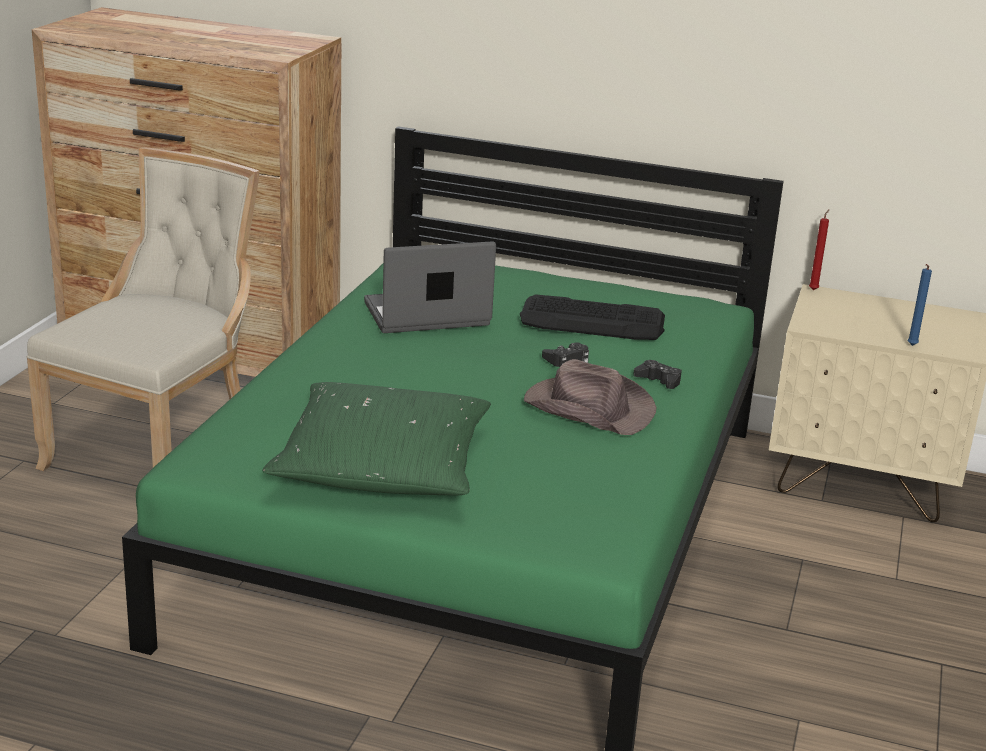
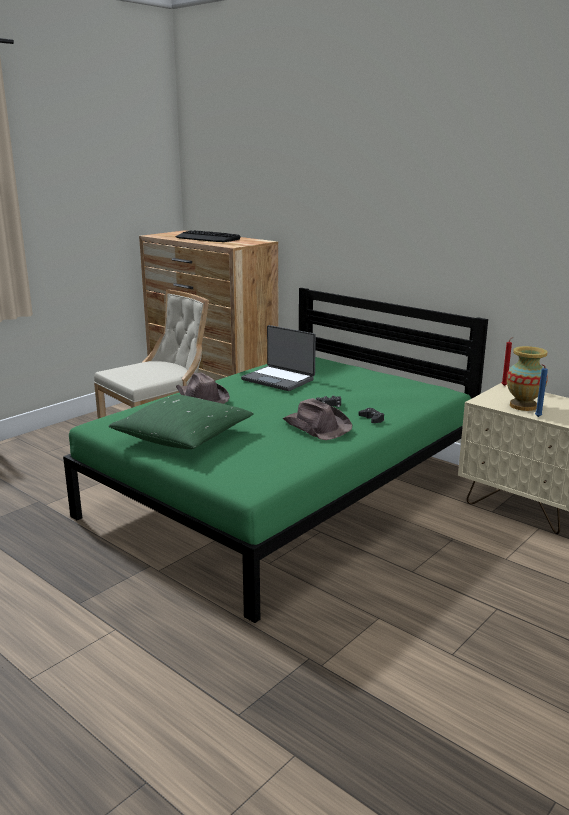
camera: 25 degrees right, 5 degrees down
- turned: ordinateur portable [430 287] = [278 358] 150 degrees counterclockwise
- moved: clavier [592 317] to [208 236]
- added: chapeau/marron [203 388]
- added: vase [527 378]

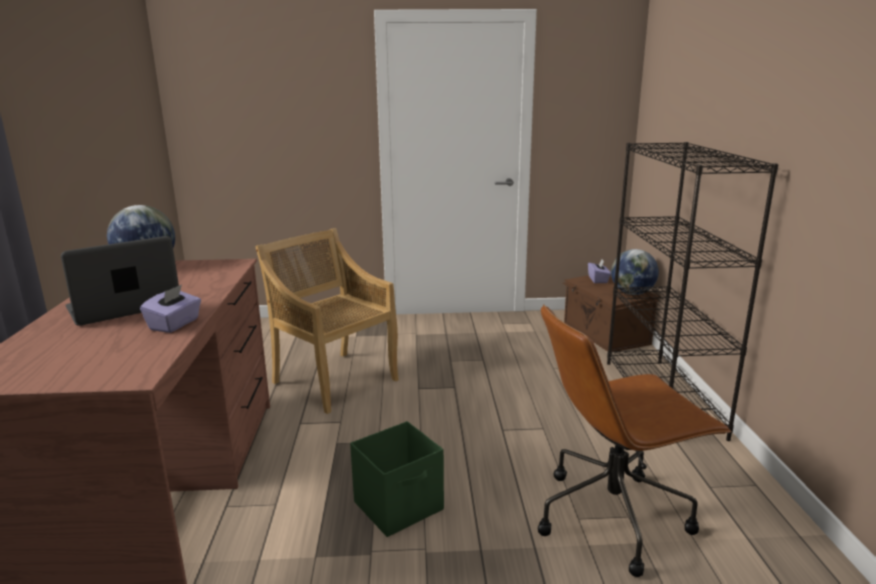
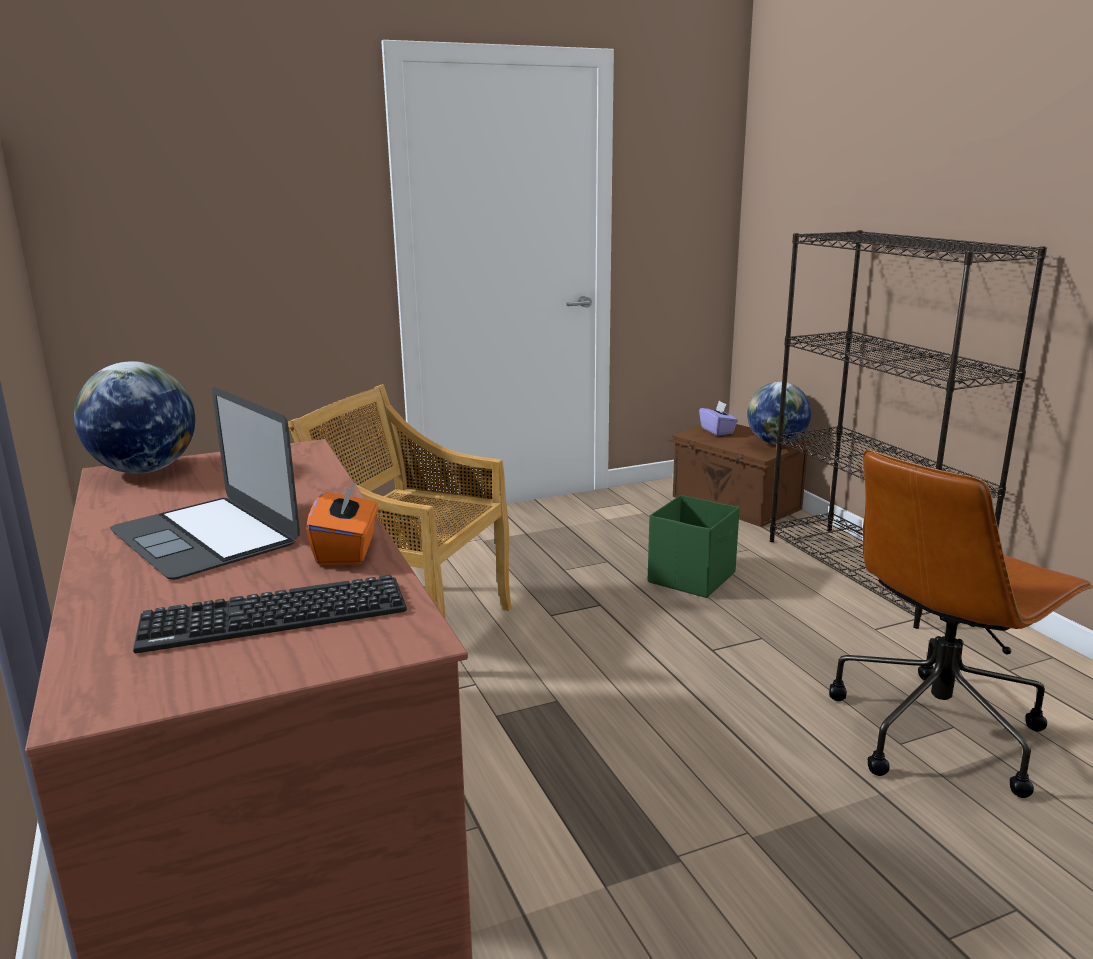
camera: 20 degrees left, 0 degrees up
- turned: ordinateur portable [120 281] = [205 483] 75 degrees counterclockwise
- recoloured: boîte à mouchoirs/violet [170 309] to boîte à mouchoirs/orange [342 523]
- moved: boîte de rangement/vert [397 479] to [694 546]
- added: clavier [270 614]

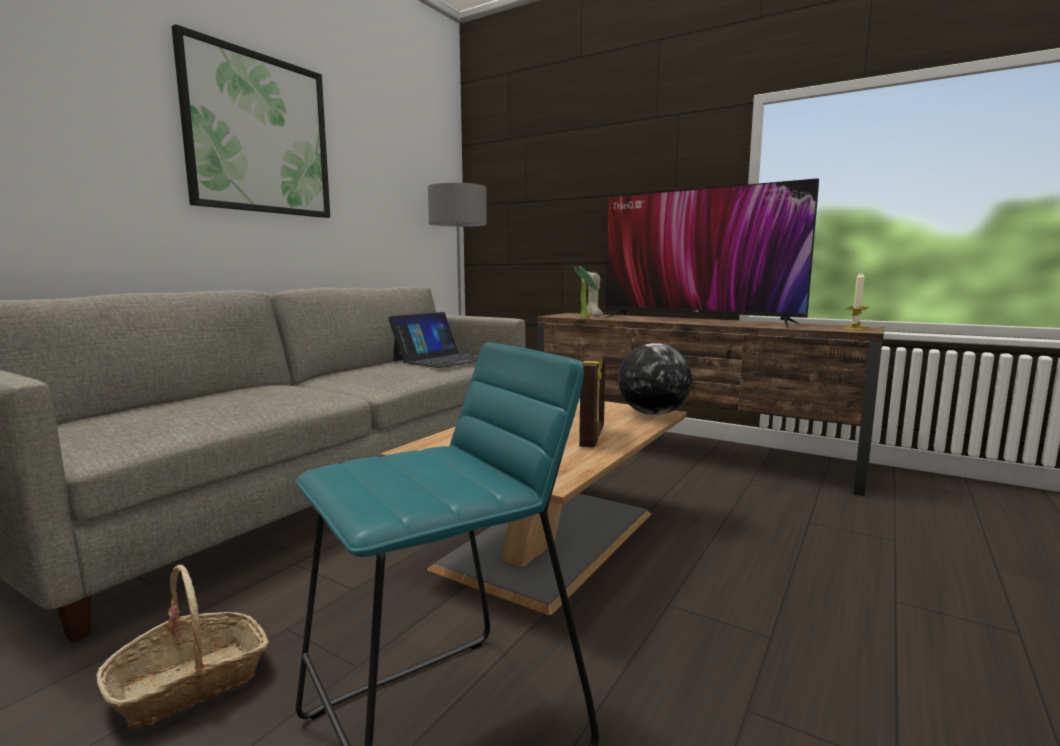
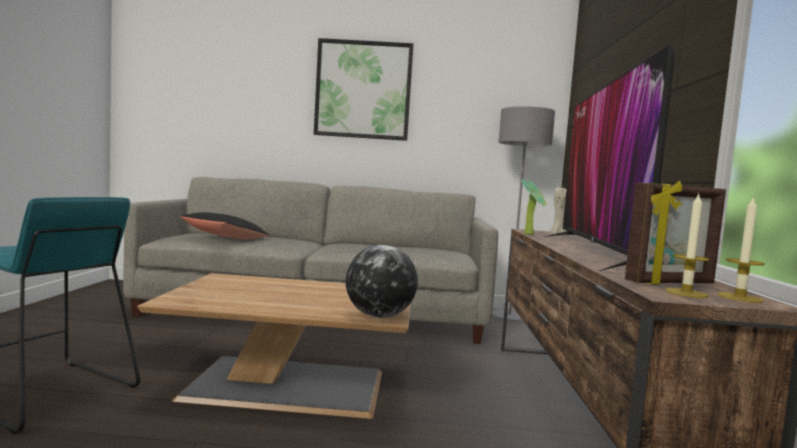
camera: 60 degrees right, 5 degrees down
- removed: panier [182 647]
- removed: ordinateur portable [433 340]
- moved: cadre photo [592 400] to [675 232]
- added: coussin/noir [225 225]

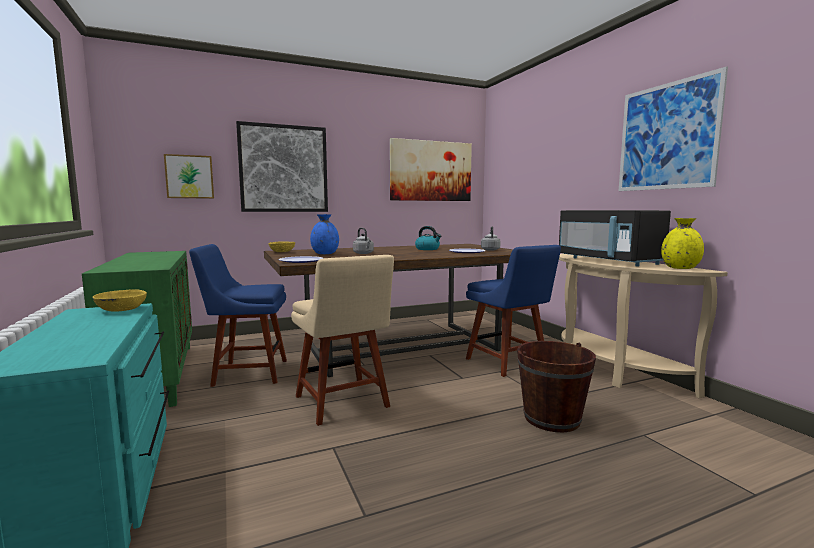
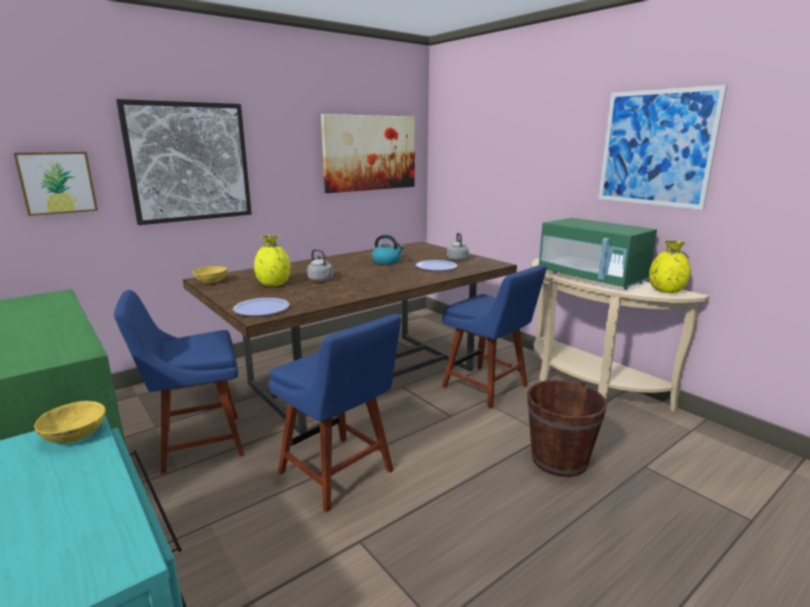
camera: 15 degrees left, 10 degrees up
- recoloured: chaise/beige [342 340] to chaise/bleu [334 413]
- recoloured: vase/bleu [324 234] to vase/jaune [272 260]
- recoloured: micro-ondes/noir [615 238] to micro-ondes/vert [598 254]

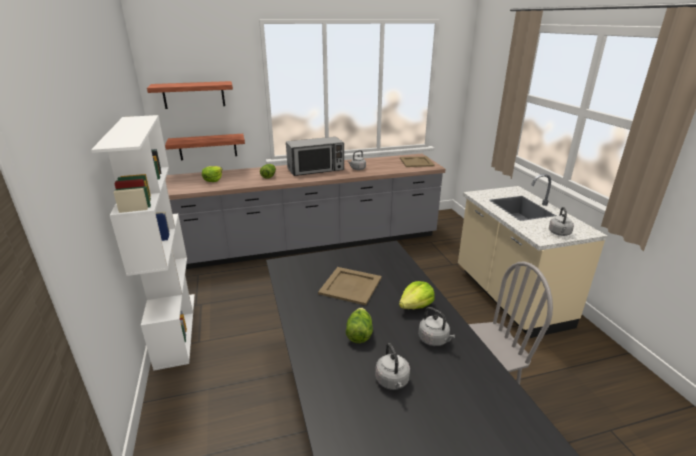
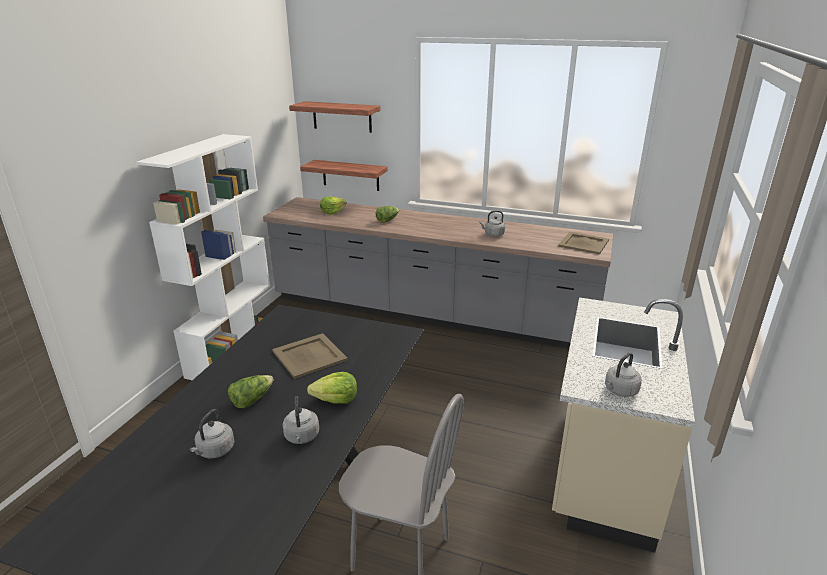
camera: 35 degrees right, 0 degrees up
- removed: micro-ondes [315 156]

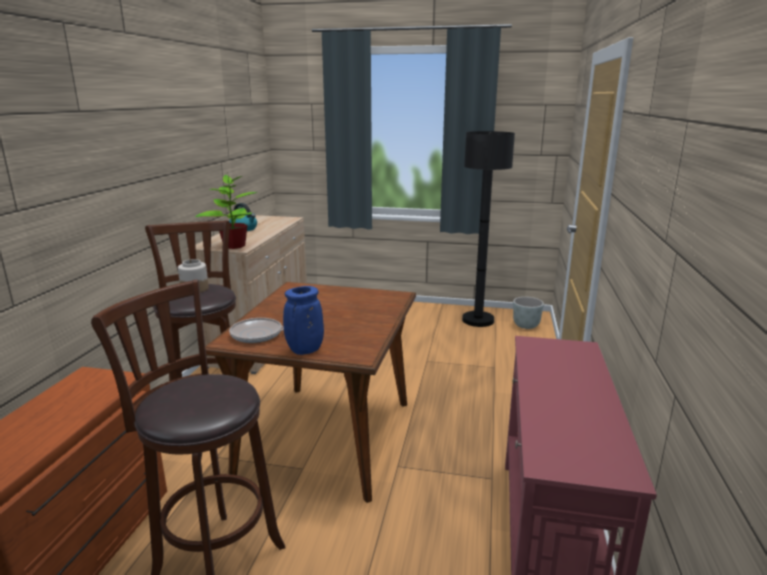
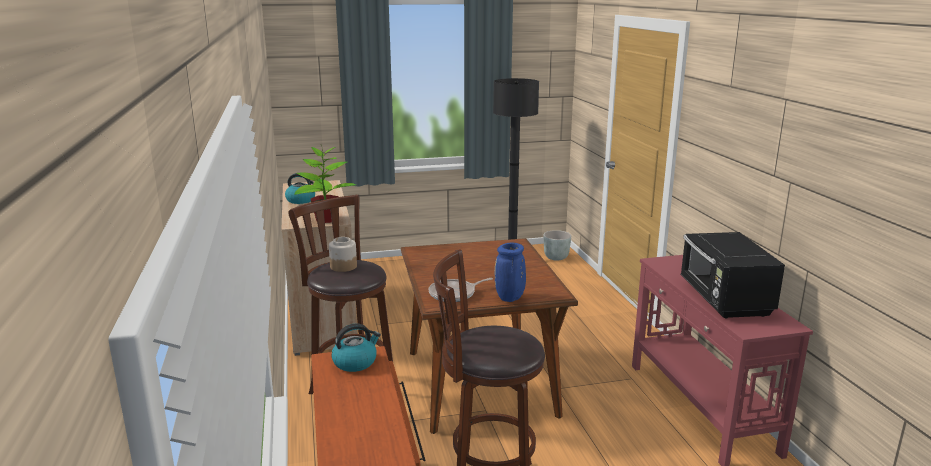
camera: 25 degrees left, 0 degrees up
- added: bouilloire [356 347]
- added: micro-ondes/noir [733 275]

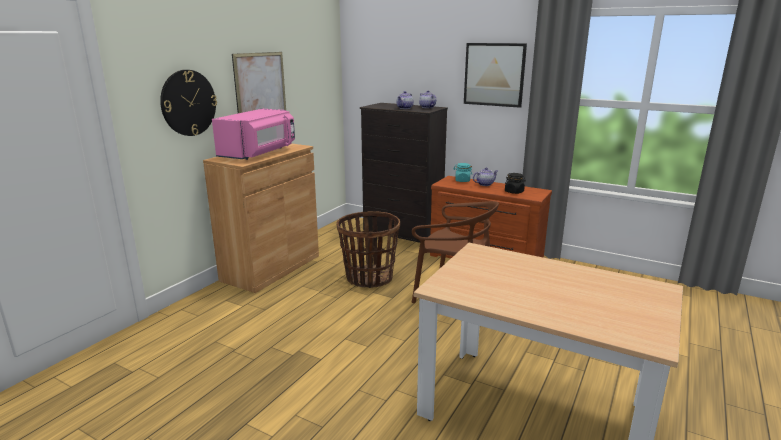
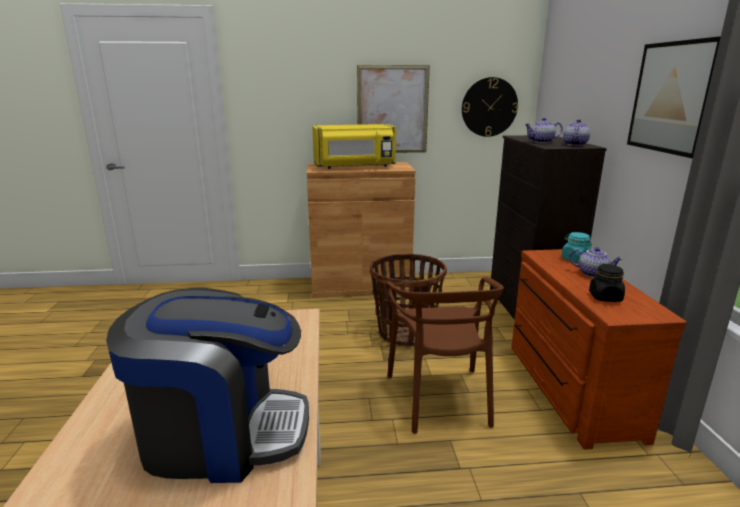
camera: 55 degrees right, 0 degrees up
- moved: horloge murale [188 103] to [490 107]
- recoloured: micro-ondes/rose [253 134] to micro-ondes/jaune [354 146]
- added: machine à café [207 385]

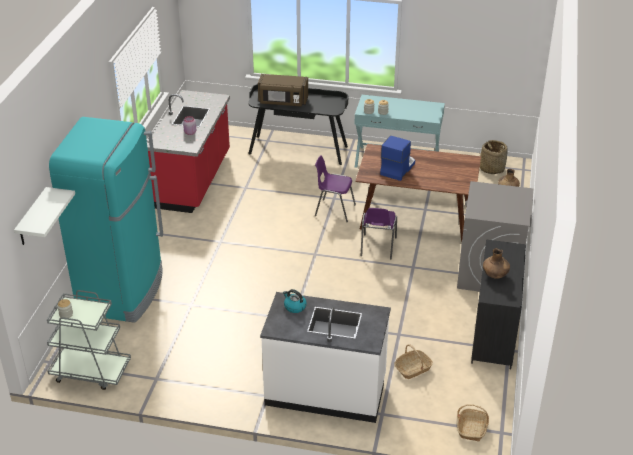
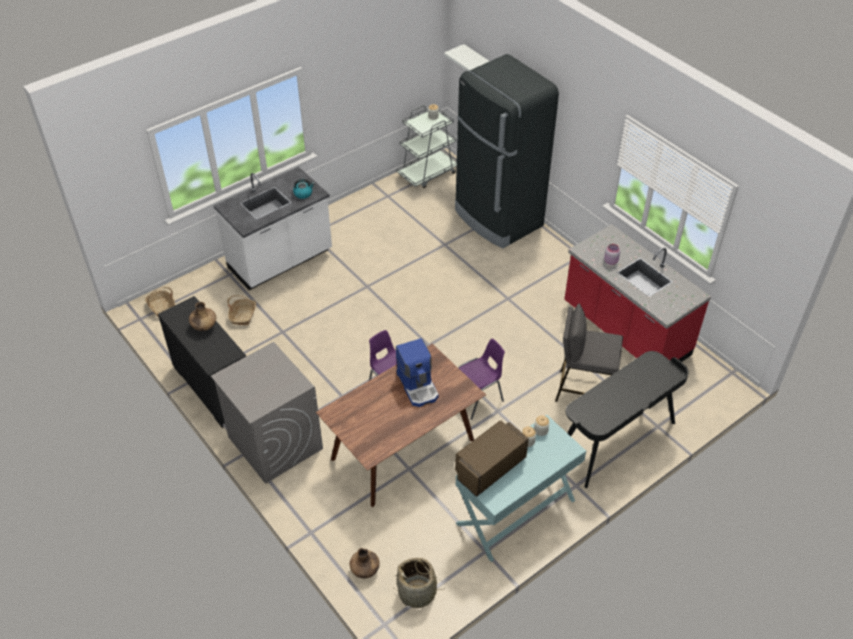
camera: 130 degrees right, 10 degrees up
- recoloured: réfrigérateur/turquoise [106 220] to réfrigérateur/noir [507 151]
- moved: micro-ondes/marron [283 90] to [492 459]
- added: tabouret/gris [589 353]

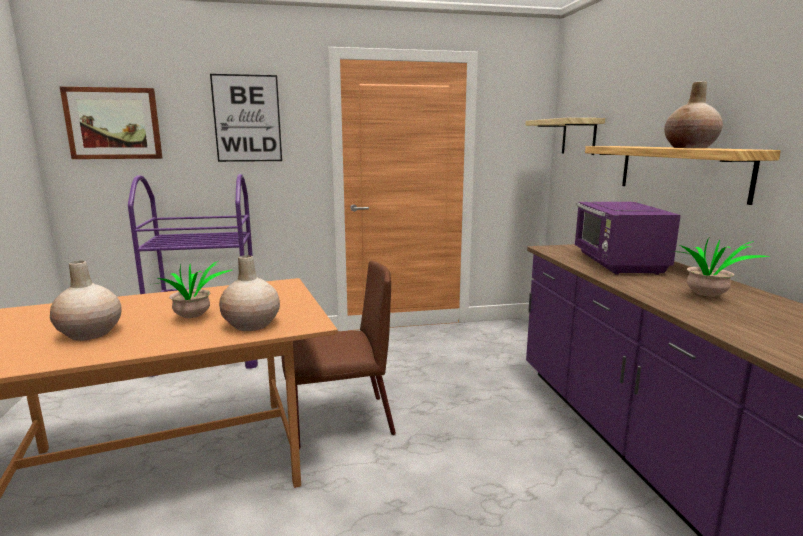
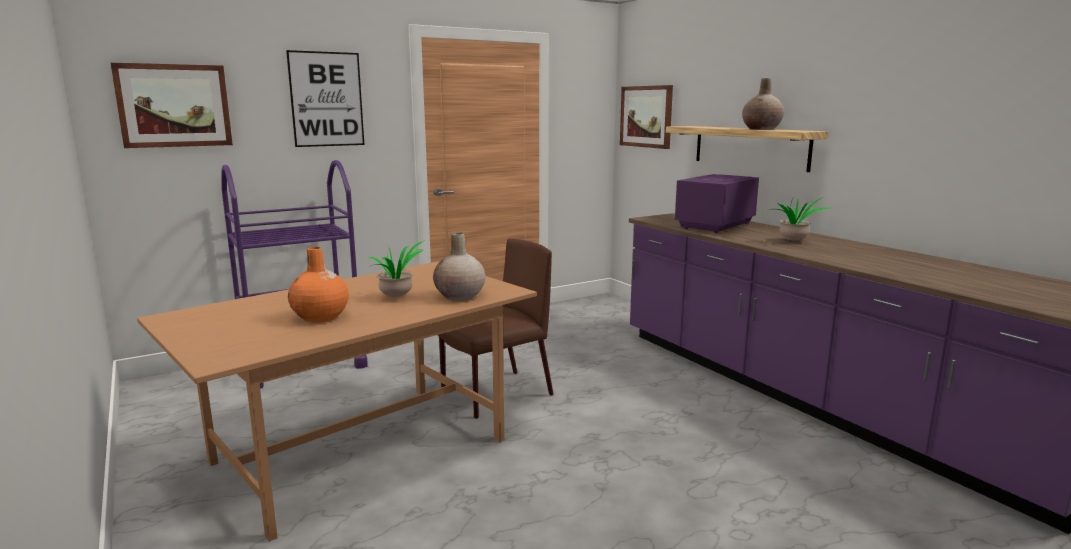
camera: 20 degrees left, 0 degrees up
- recoloured: vase/beige [86 301] to vase/orange [318 284]
- replaced: étagère [565 136] to tableau [646 117]
- turned: micro-ondes/violet [627 238] = [717 203] 60 degrees clockwise

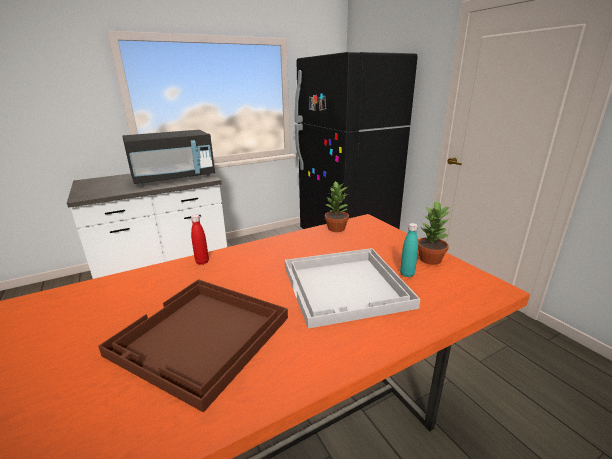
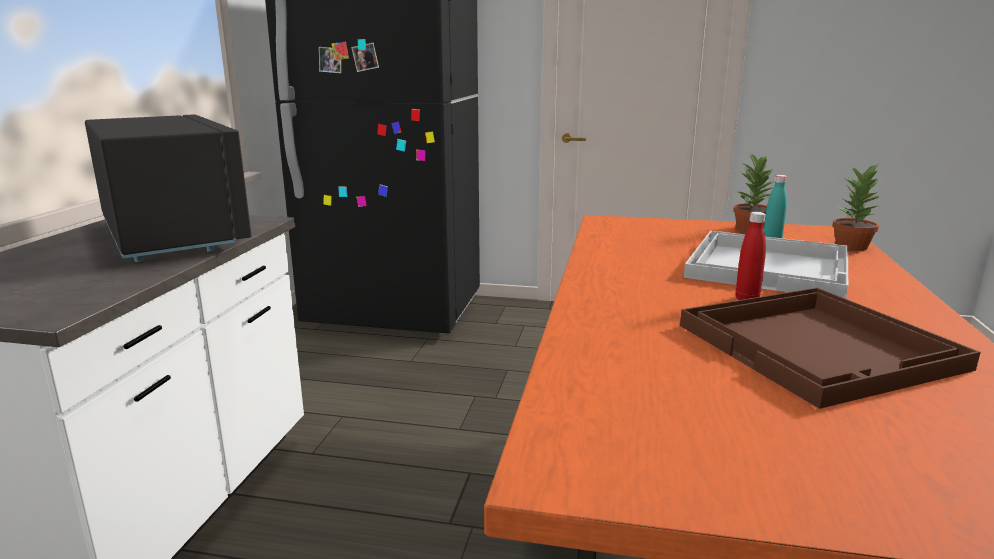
camera: 50 degrees left, 5 degrees down
- turned: micro-ondes/noir [168 157] = [168 188] 45 degrees counterclockwise
- moved: bouteille/rouge [200 240] to [750 256]
- moved: plante en pot [337 206] to [856 207]

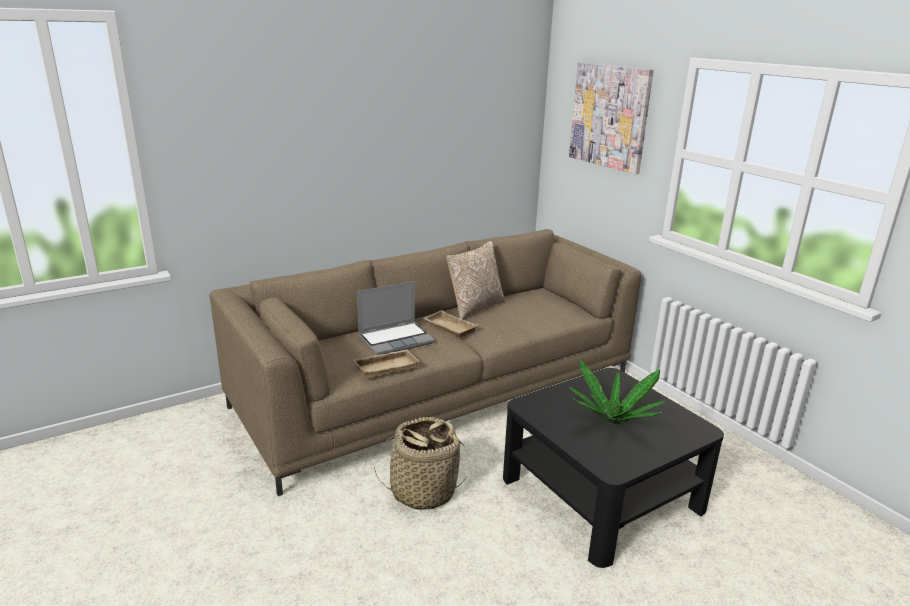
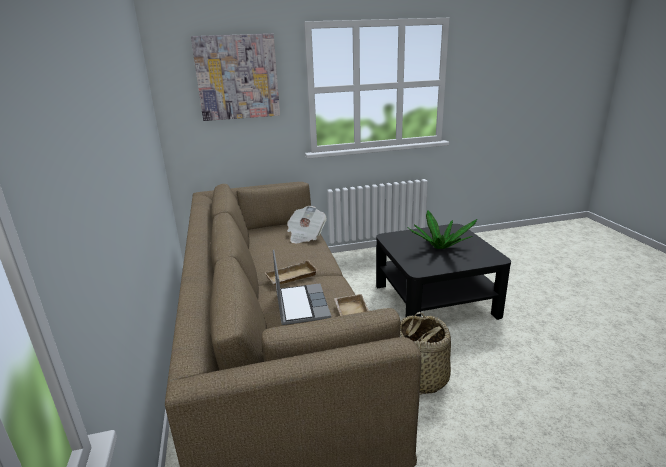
camera: 70 degrees left, 0 degrees up
- removed: coussin [475 280]
- added: journal [307 224]

